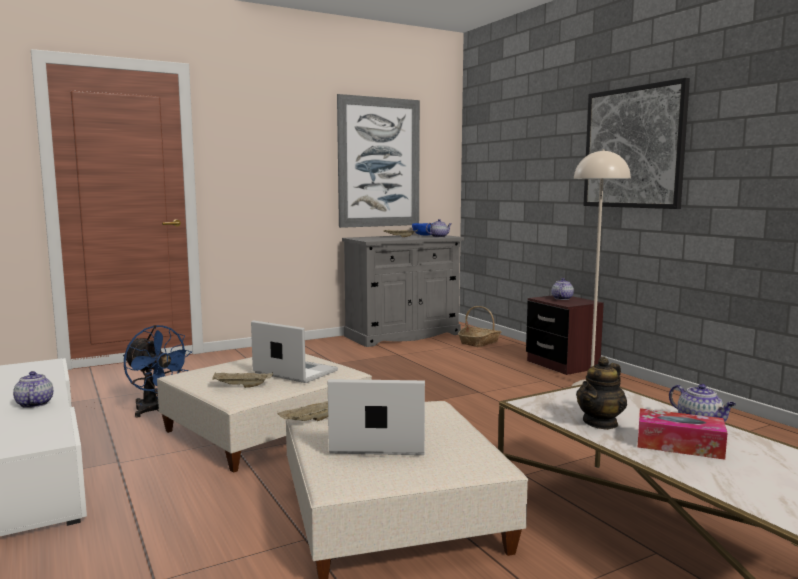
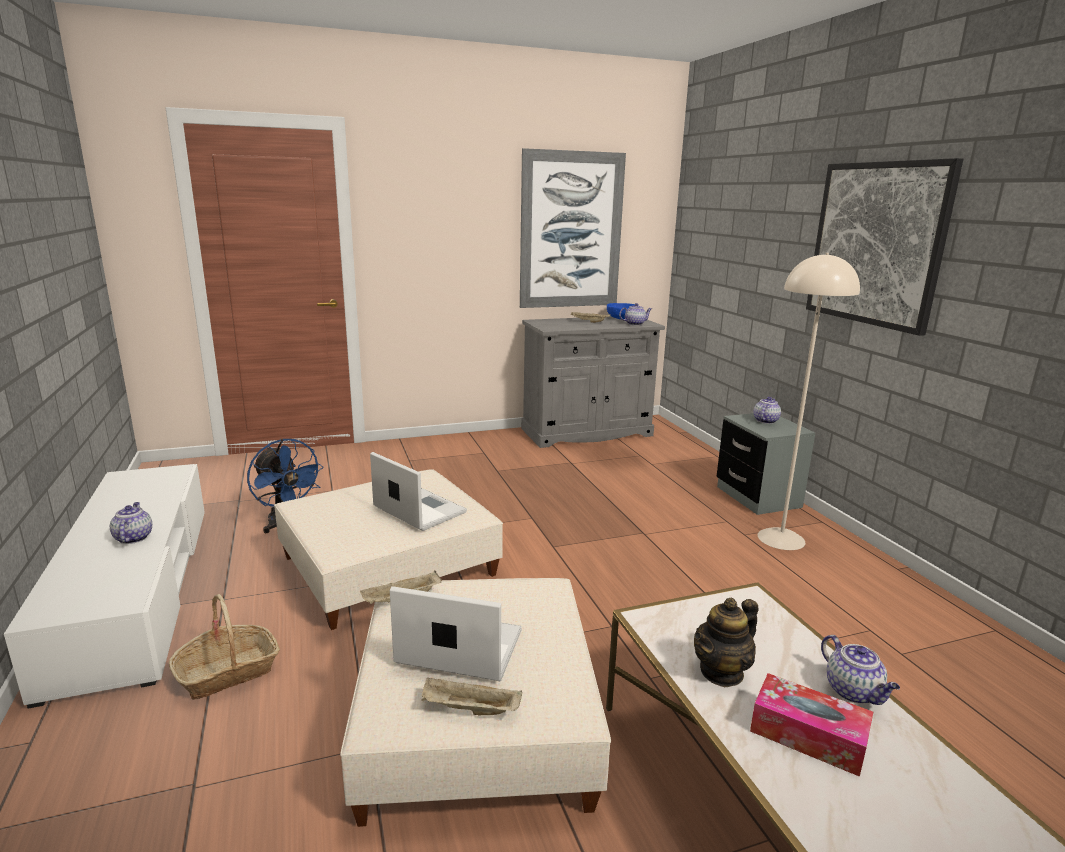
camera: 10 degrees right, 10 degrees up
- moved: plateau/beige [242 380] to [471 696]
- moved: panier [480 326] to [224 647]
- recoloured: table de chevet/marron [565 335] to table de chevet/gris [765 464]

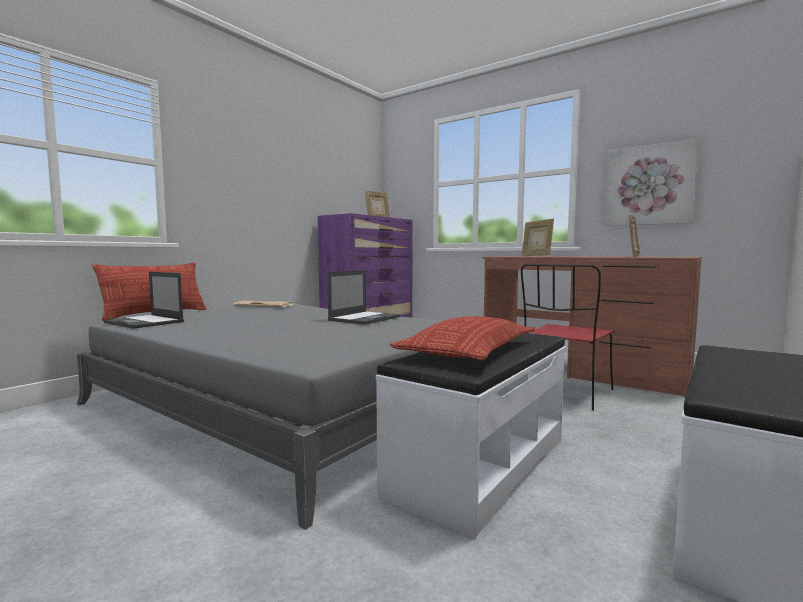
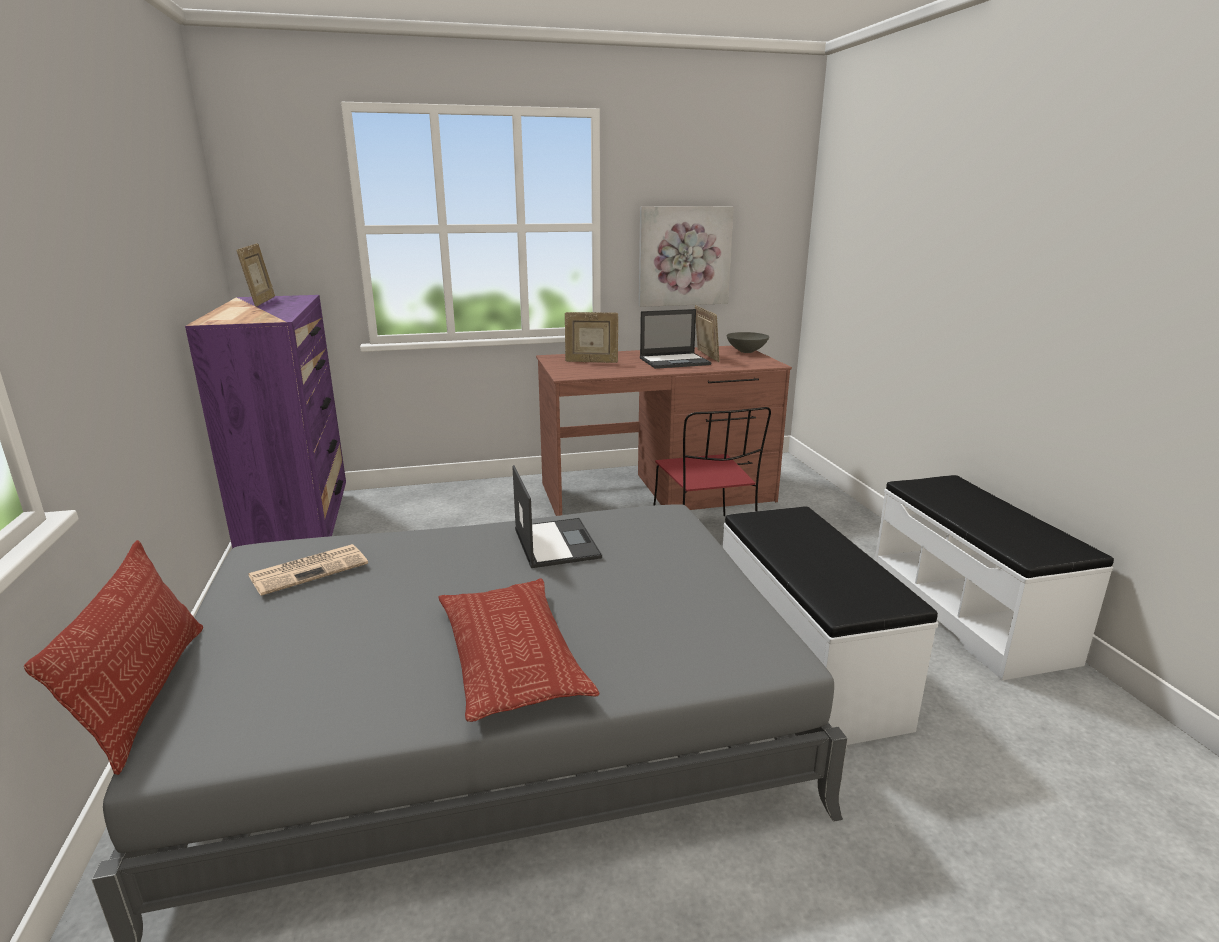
camera: 50 degrees left, 15 degrees up
- moved: ordinateur portable [144 300] to [675 339]
- moved: coussin [462 338] to [519 650]
- added: bol/gris [748 342]

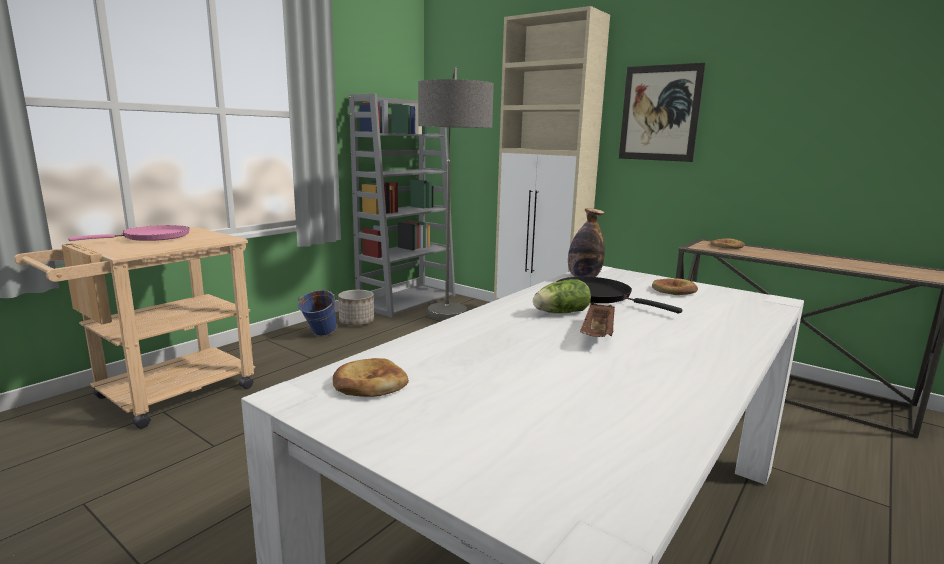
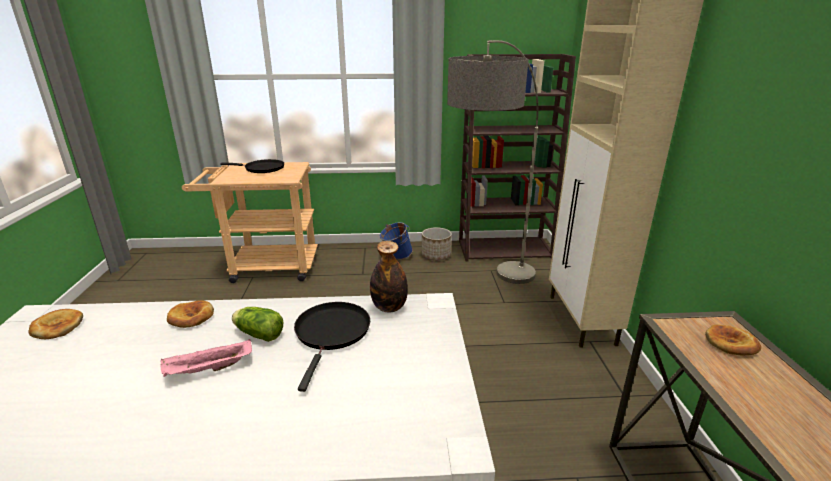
camera: 50 degrees right, 10 degrees up
- recoloured: poêle/rose [129 233] to poêle/noir [252 166]
- recoloured: bibliothèque/gris [402 206] to bibliothèque/marron [517 158]
- recoloured: plateau/marron [597 319] to plateau/rose [206 358]
- removed: tableau [662 112]
- moved: pain [675 286] to [190 314]

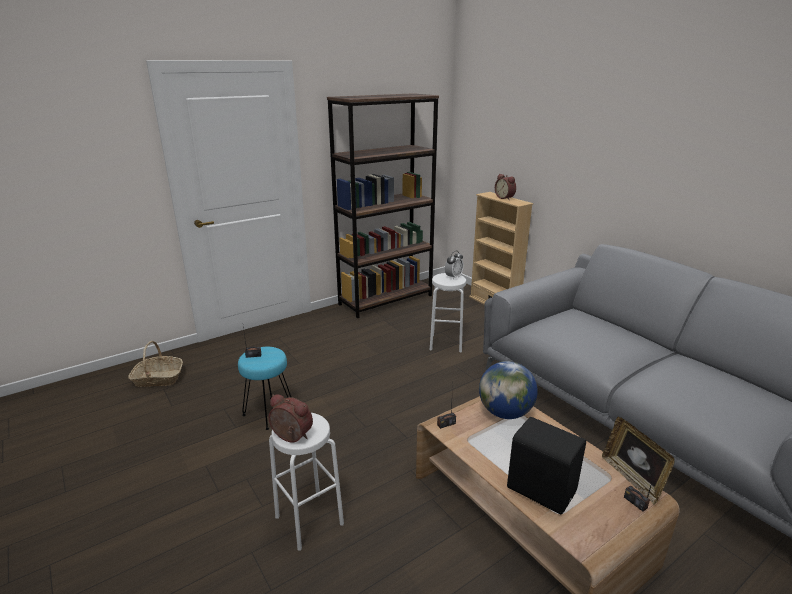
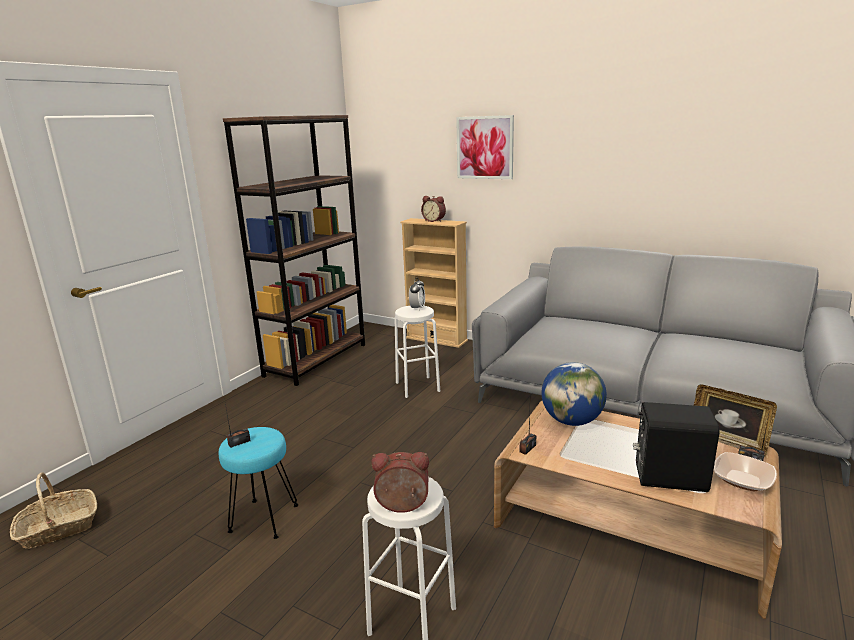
camera: 25 degrees left, 5 degrees down
- added: tableau [485 147]
- added: bol [745 471]

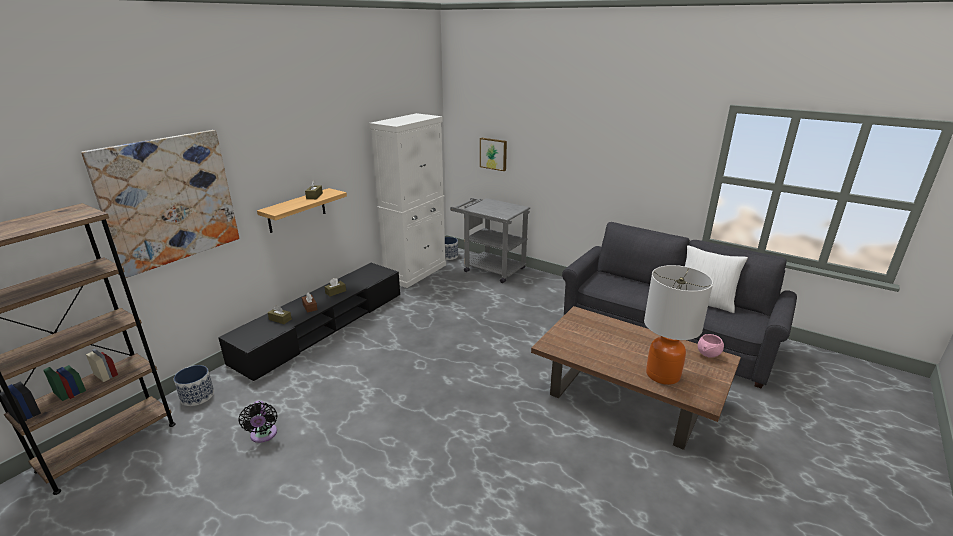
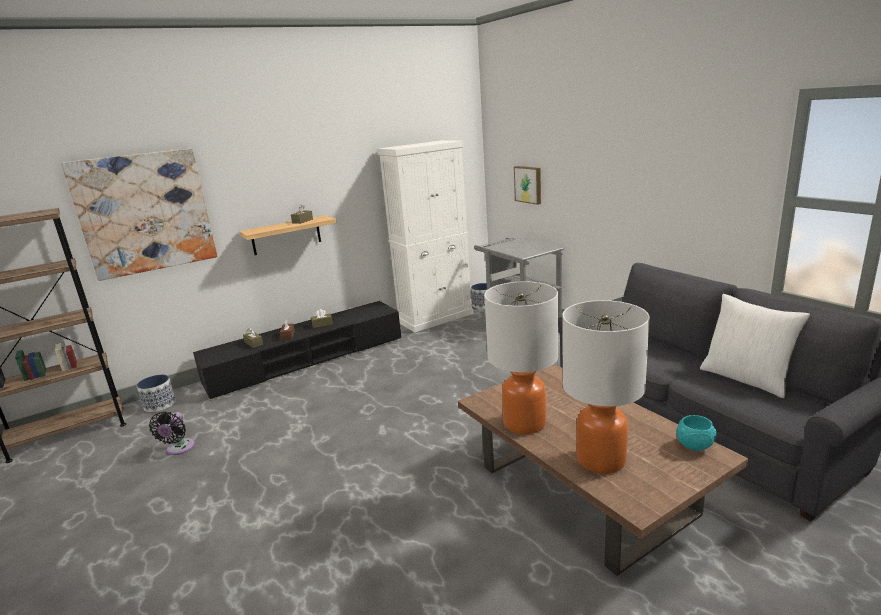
camera: 25 degrees right, 5 degrees down
- recoloured: bol/rose [711 346] to bol/turquoise [696 433]
- added: lampe de table [521 357]

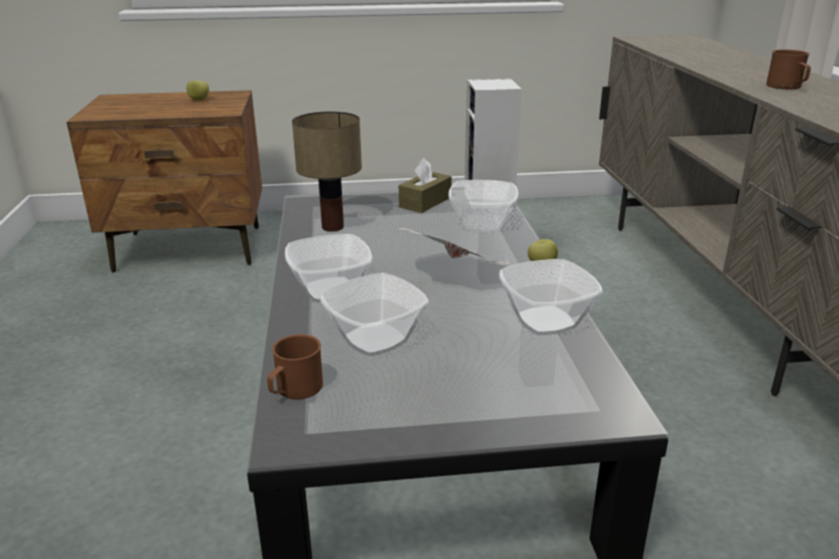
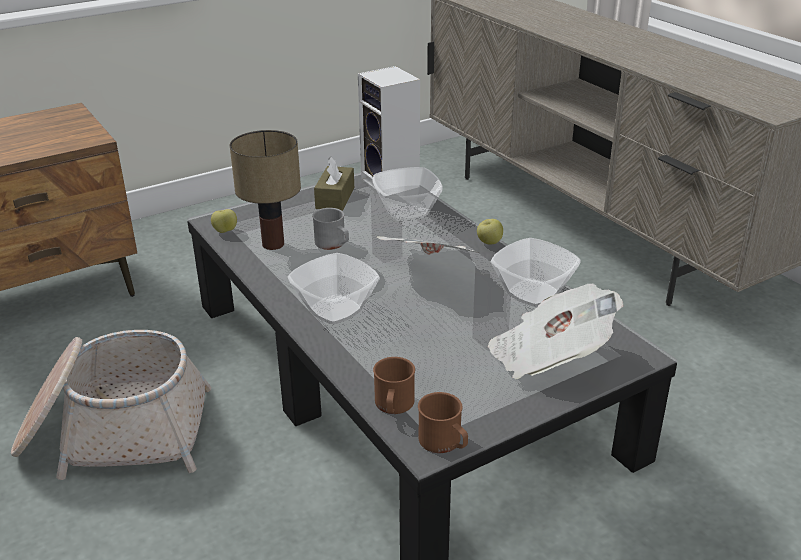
camera: 25 degrees left, 5 degrees up
- moved: pomme [197 90] to [224 221]
- removed: bol [374 314]
- moved: mug/marron [788 69] to [443 422]
- added: panier [111 405]
- added: mug/gris [330 229]
- added: journal [556 331]

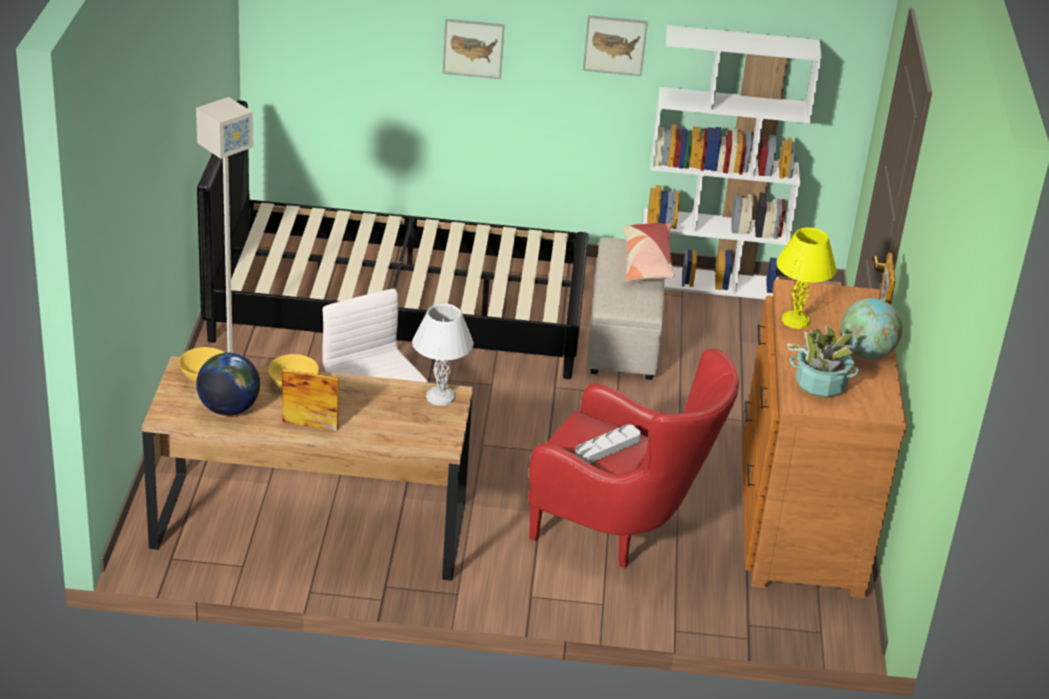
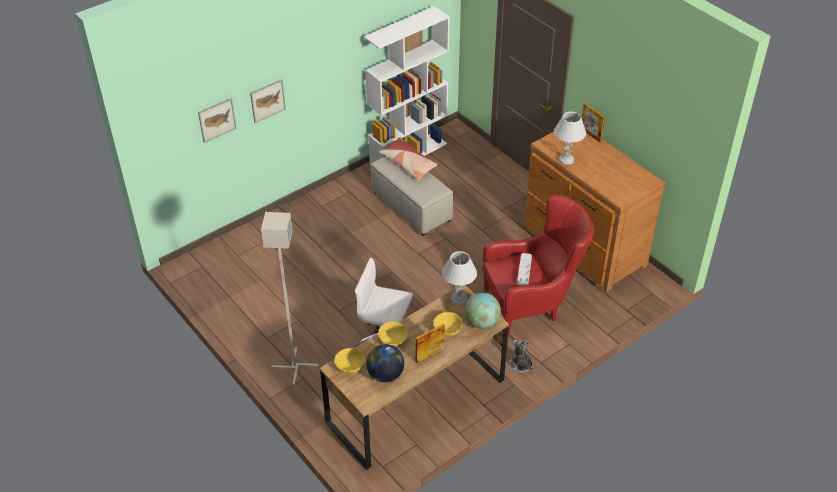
camera: 40 degrees left, 10 degrees up
- removed: lit/noir [393 240]
- moved: tableau [615 45] to [217 120]
- recoloured: lampe de table/jaune [807 278] to lampe de table/blanc [570 138]
- removed: plante en pot [823 361]
- moved: globe [871 329] to [483 311]
- added: bol/jaune [448 324]
- added: peluche [521 356]

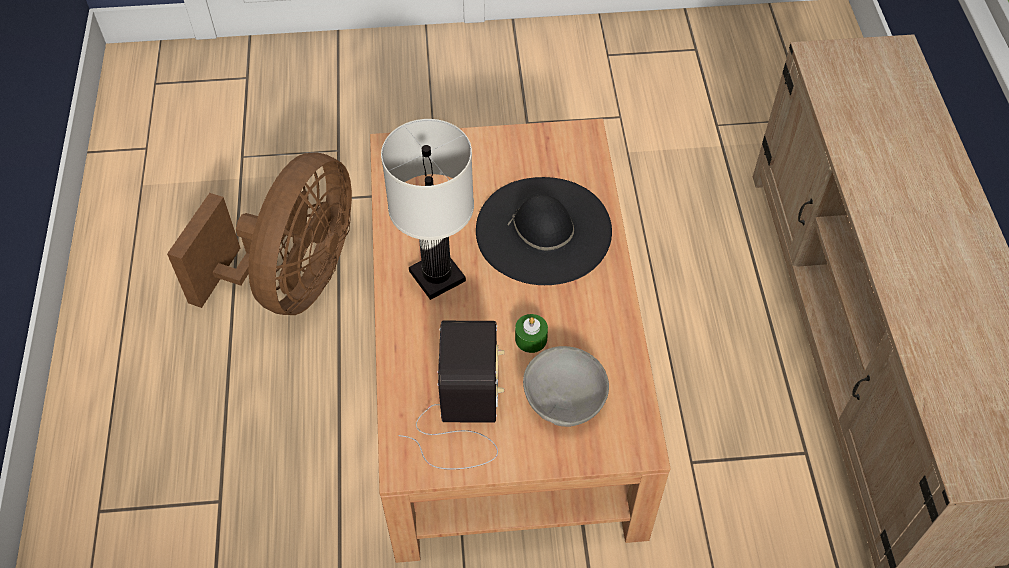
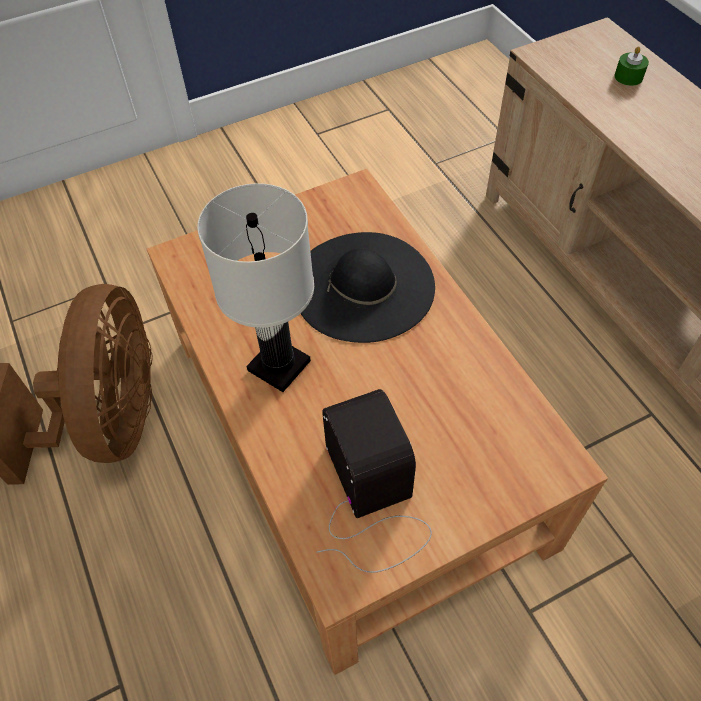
camera: 20 degrees left, 0 degrees up
- moved: bougie/vert [531 333] to [631 66]
- removed: bol/gris [566 386]

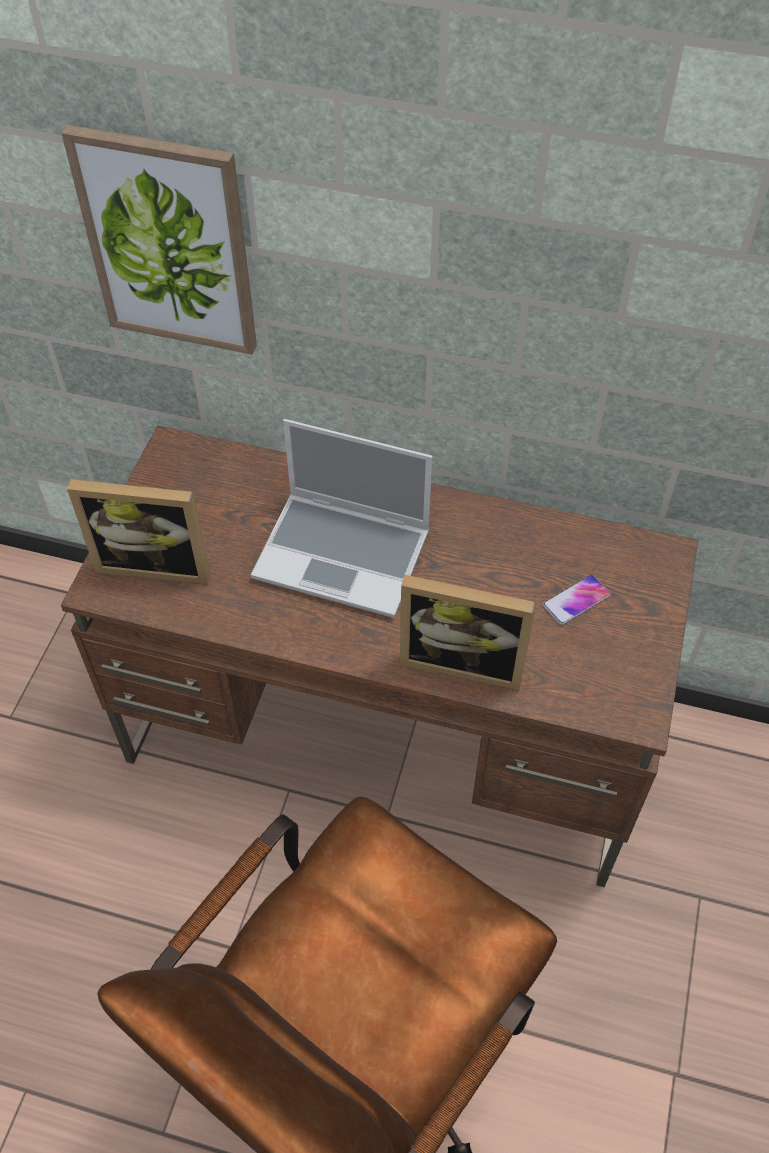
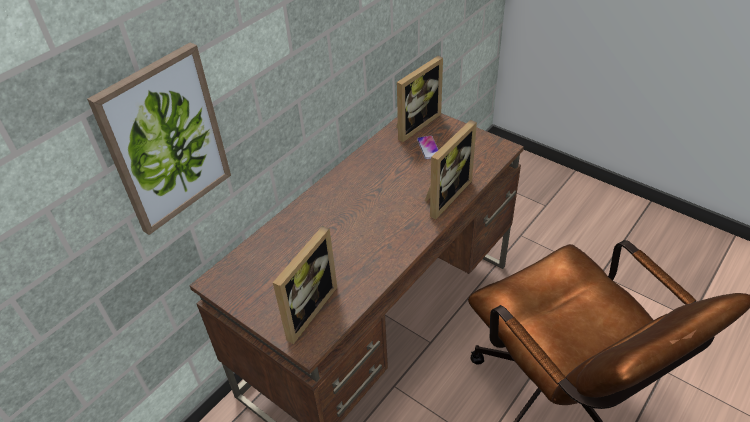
camera: 65 degrees left, 10 degrees down
- removed: ordinateur portable [341 518]
- added: cadre photo [419 99]

